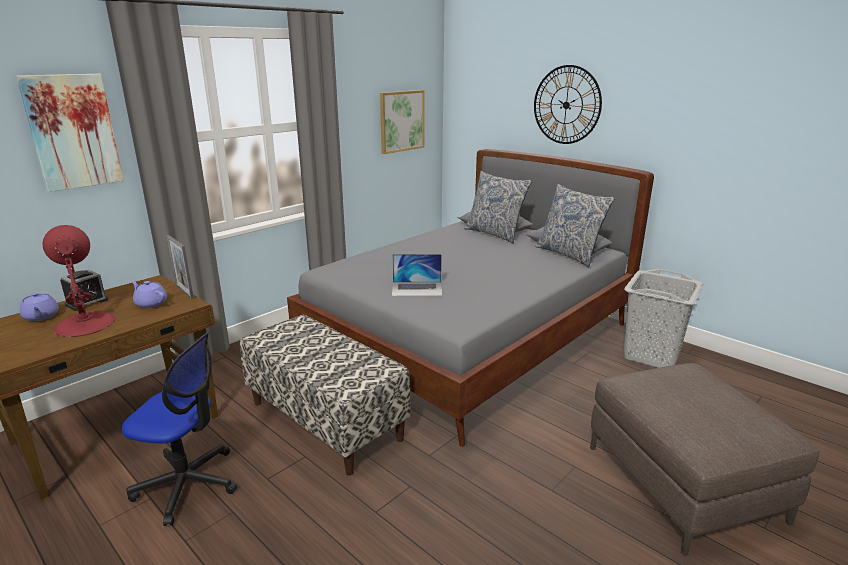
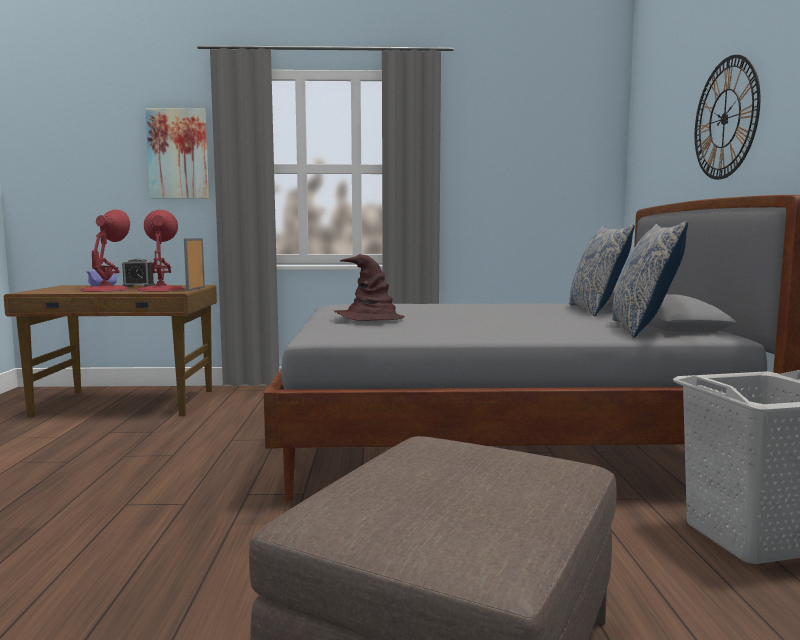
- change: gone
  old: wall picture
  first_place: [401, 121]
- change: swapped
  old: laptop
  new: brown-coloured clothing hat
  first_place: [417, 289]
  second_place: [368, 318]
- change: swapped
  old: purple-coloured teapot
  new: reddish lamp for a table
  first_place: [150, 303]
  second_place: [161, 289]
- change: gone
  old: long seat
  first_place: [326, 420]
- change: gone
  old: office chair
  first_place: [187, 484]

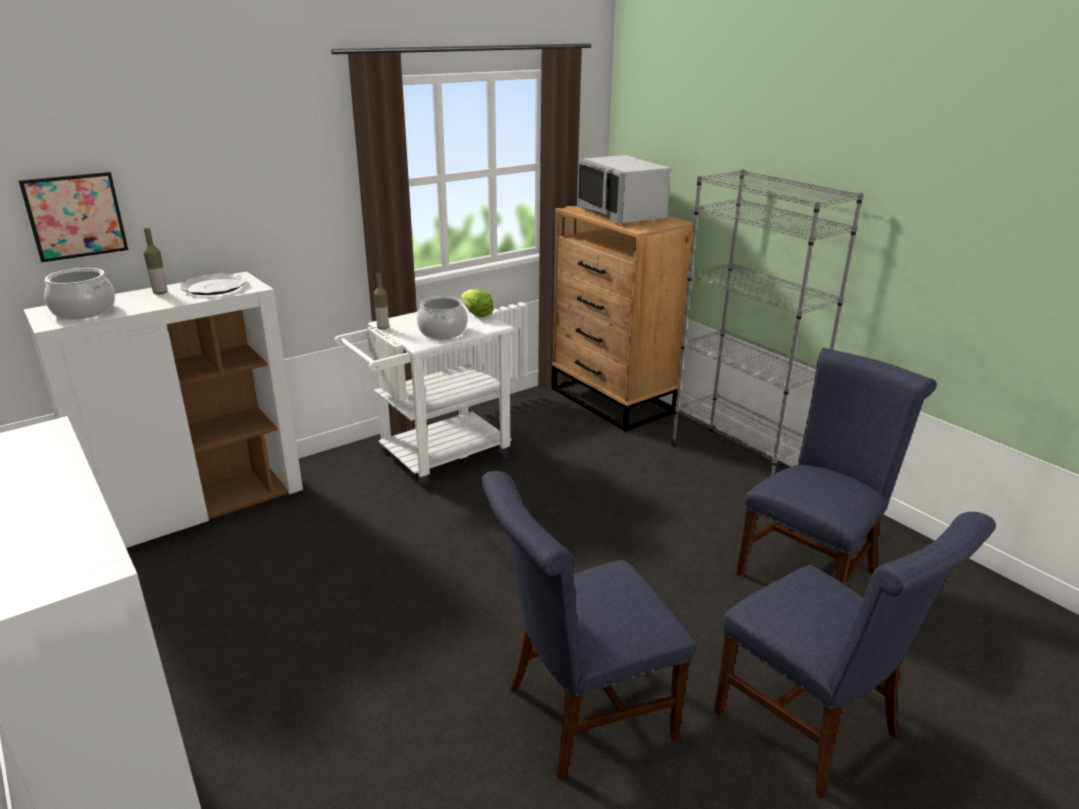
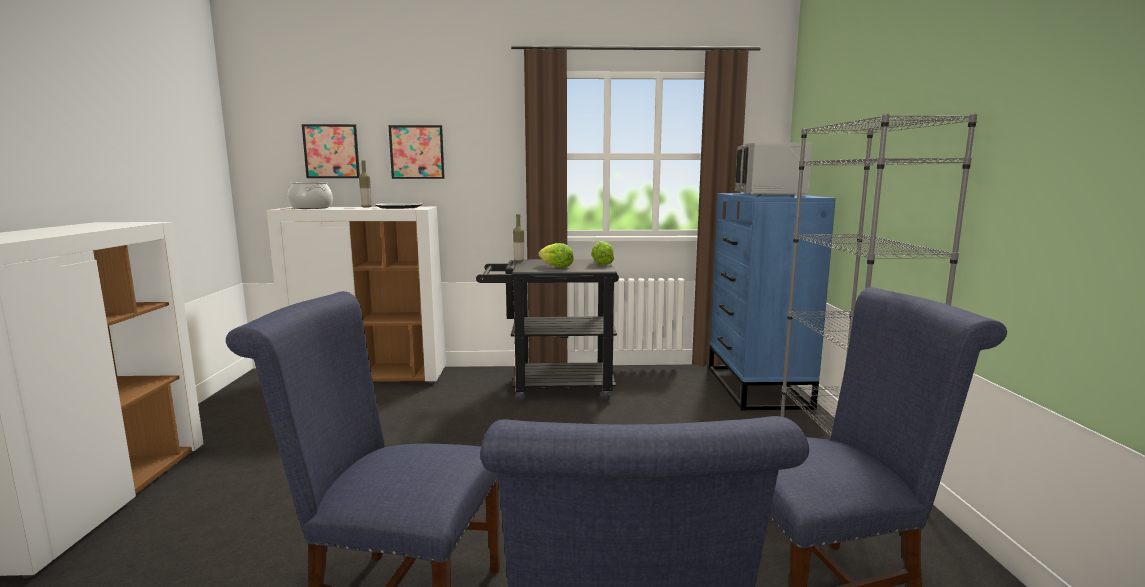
- change: repainted
  old: brown-coloured dresser
  new: blue-coloured dresser
  first_place: [612, 401]
  second_place: [757, 387]
- change: swapped
  old: saucepot
  new: head of lettuce
  first_place: [443, 332]
  second_place: [556, 267]
- change: repainted
  old: white-coloured cart
  new: black-coloured cart
  first_place: [434, 458]
  second_place: [551, 388]
- change: new
  new: wall picture
  second_place: [417, 152]

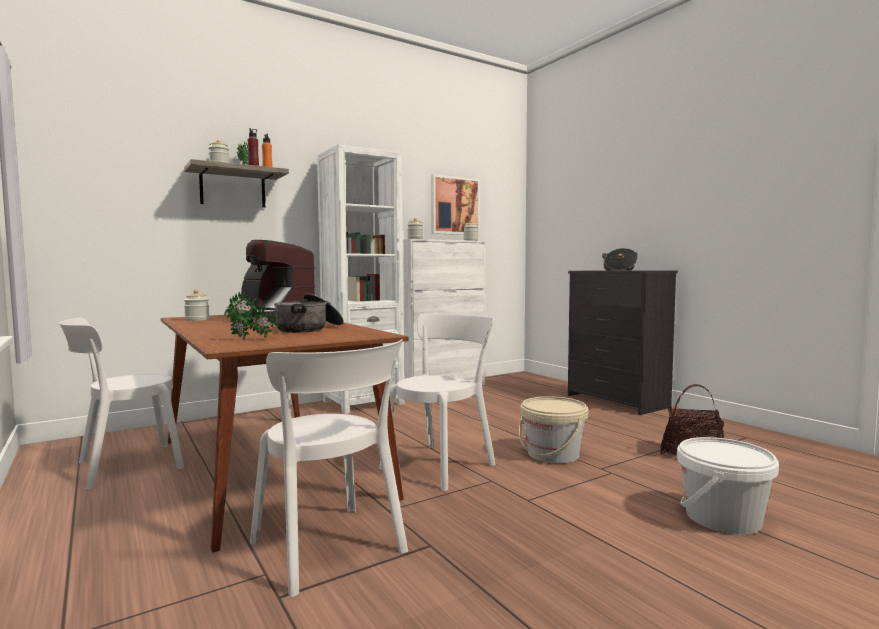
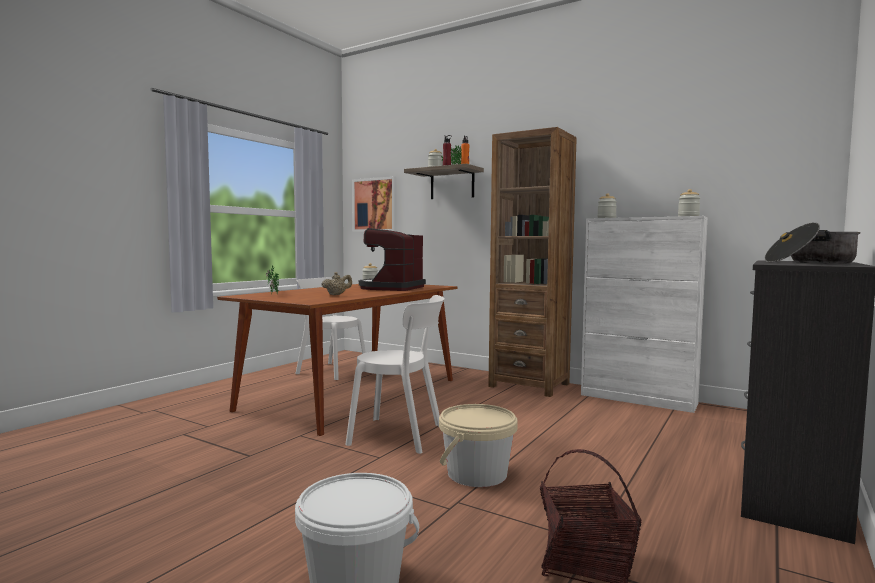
- change: repainted
  old: white-coloured shelving unit
  new: brown-coloured shelving unit
  first_place: [363, 402]
  second_place: [529, 385]
- change: shifted
  old: wall picture
  first_place: [455, 206]
  second_place: [375, 205]
- change: swapped
  old: saucepot
  new: beige-coloured teapot
  first_place: [309, 329]
  second_place: [337, 295]
- change: gone
  old: white-coloured upright chair
  first_place: [330, 550]

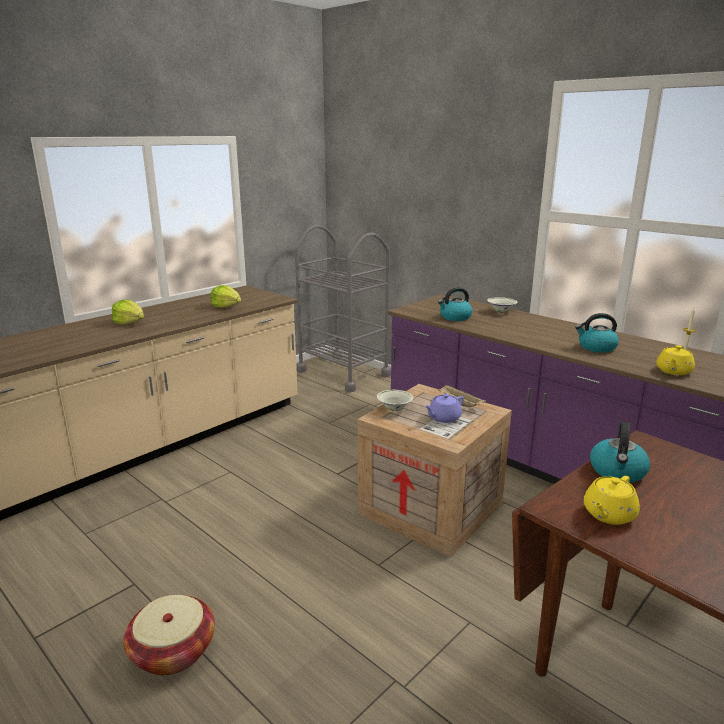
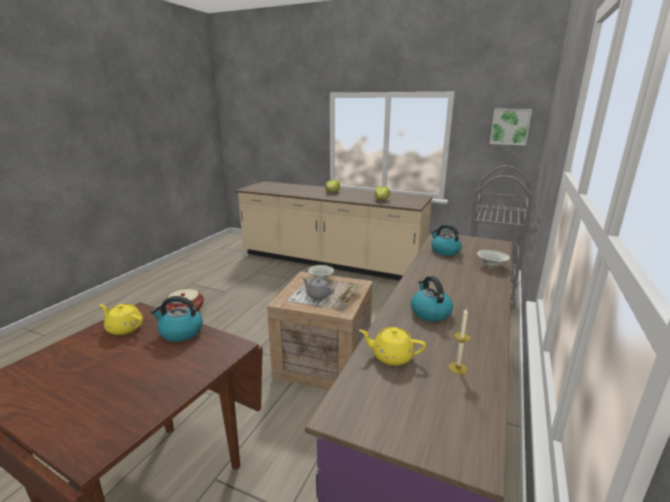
- change: repainted
  old: purple-coloured teapot
  new: greyish teapot
  first_place: [443, 418]
  second_place: [318, 295]
- change: new
  new: wall picture
  second_place: [510, 126]

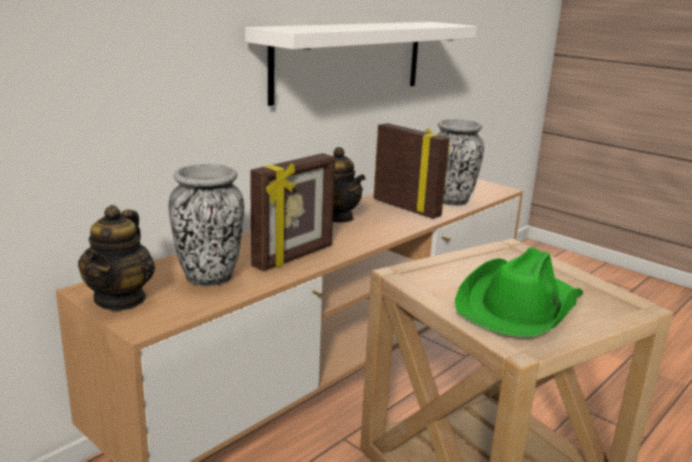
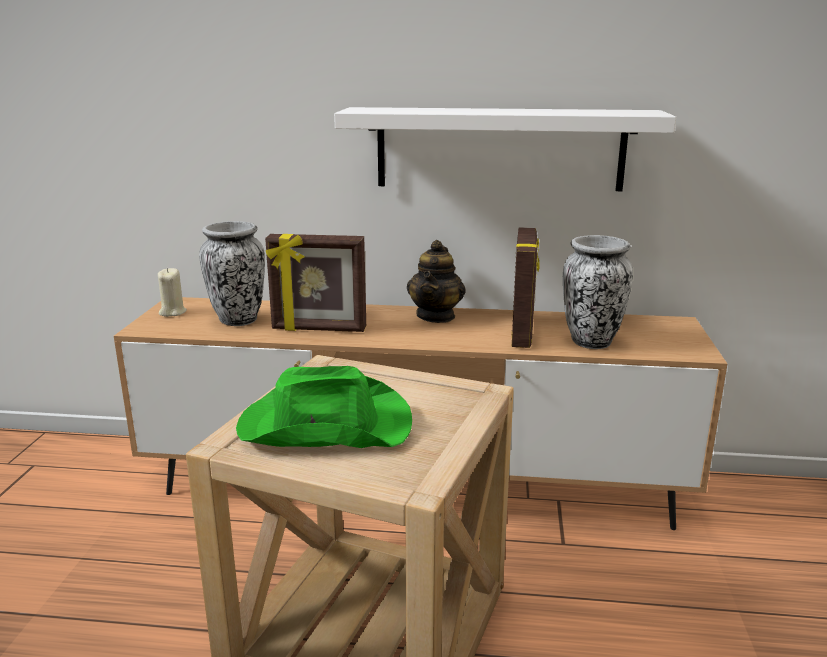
- change: swapped
  old: teapot
  new: beige-coloured candle
  first_place: [121, 299]
  second_place: [172, 312]

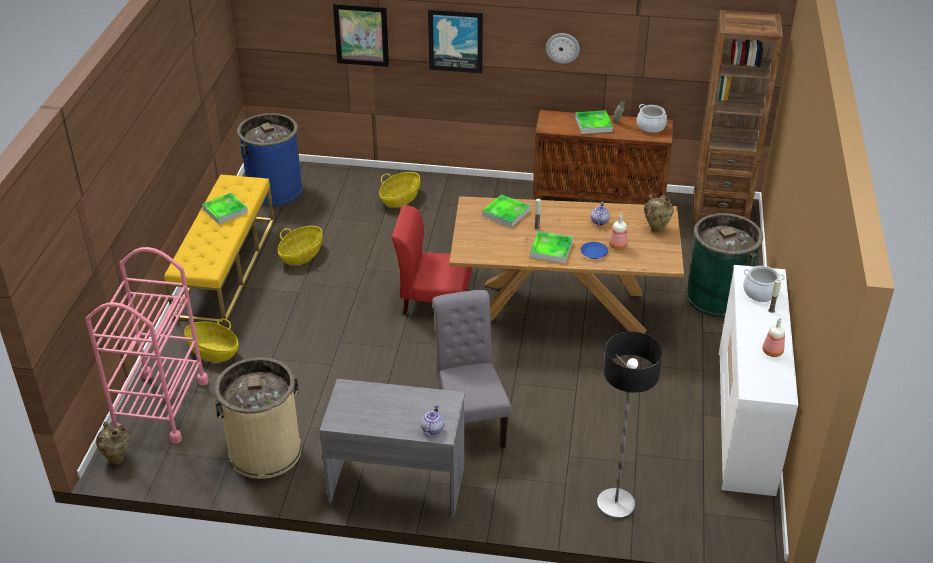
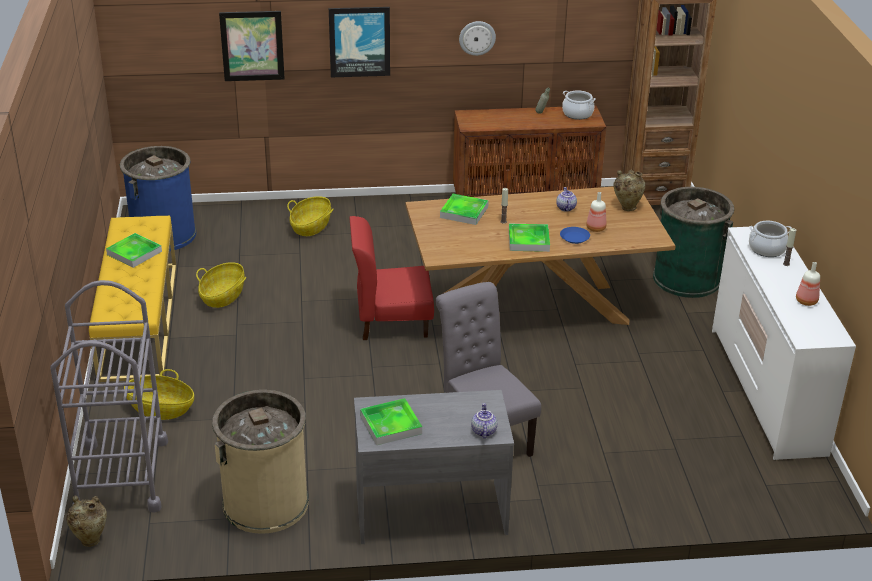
- change: shifted
  old: serving tray
  first_place: [593, 124]
  second_place: [391, 425]
- change: repainted
  old: pinkish cart
  new: greyish cart
  first_place: [161, 407]
  second_place: [121, 476]
- change: gone
  old: floor lamp
  first_place: [615, 504]

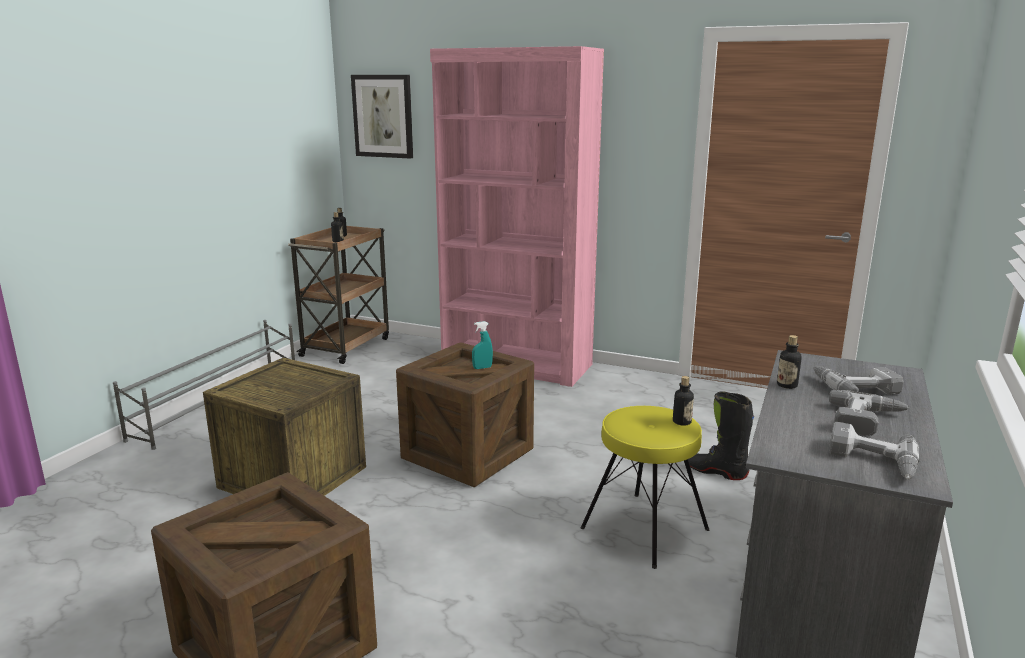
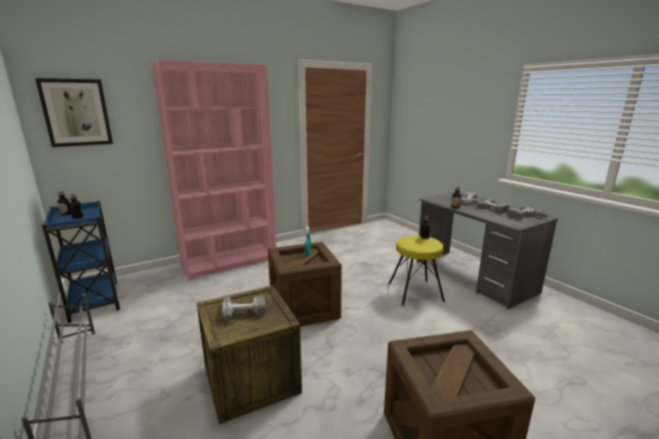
- change: repainted
  old: brown-coloured cart
  new: blue-coloured cart
  first_place: [346, 346]
  second_place: [94, 300]
- change: gone
  old: black-coloured high-top boot
  first_place: [716, 471]
- change: new
  new: drill
  second_place: [243, 308]

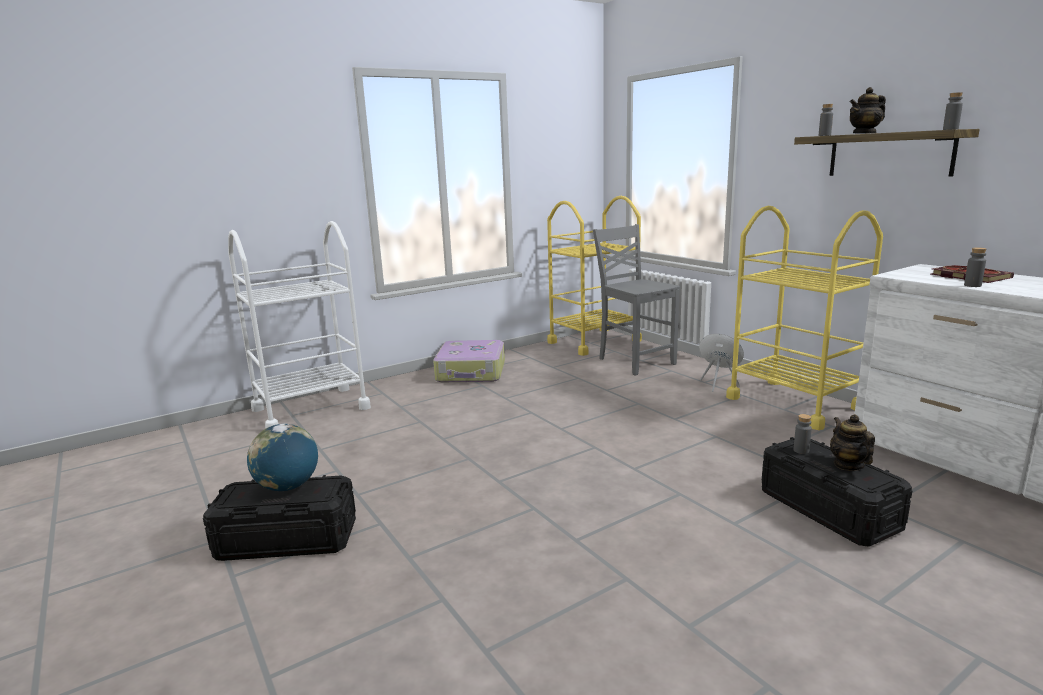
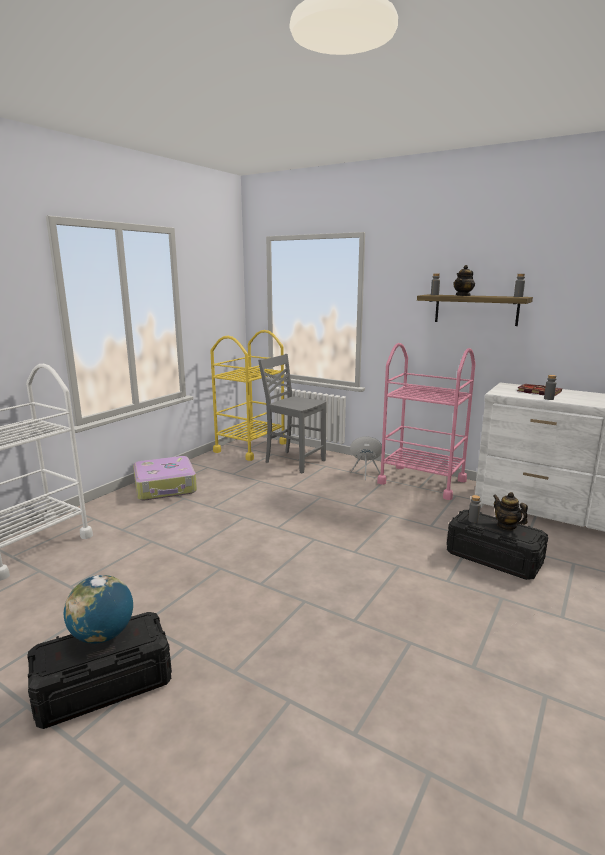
- change: repainted
  old: yellow cart
  new: pinkish cart
  first_place: [793, 403]
  second_place: [422, 482]

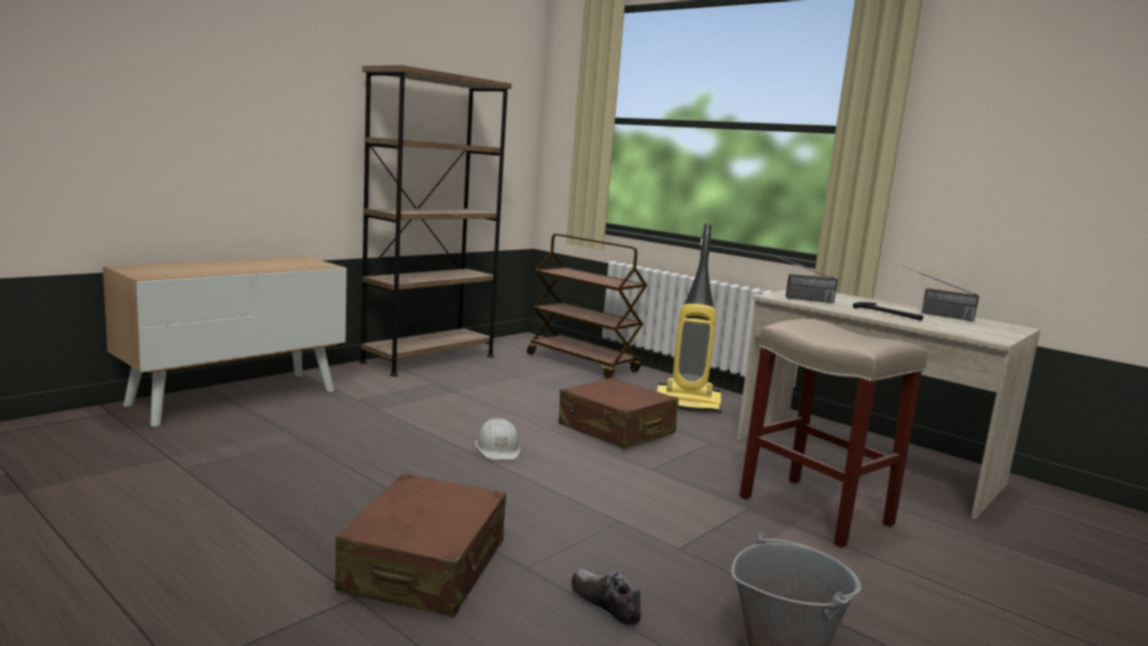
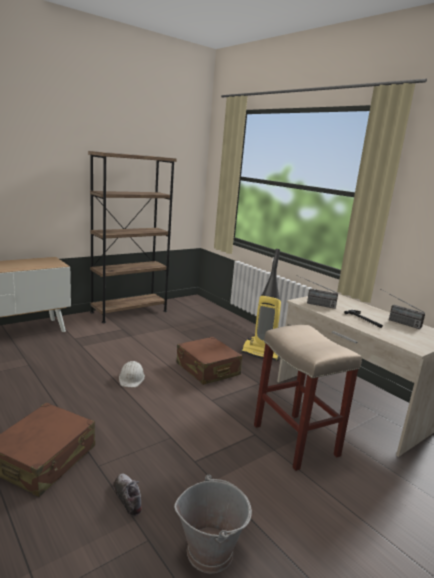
- change: gone
  old: brown-coloured cart
  first_place: [583, 363]

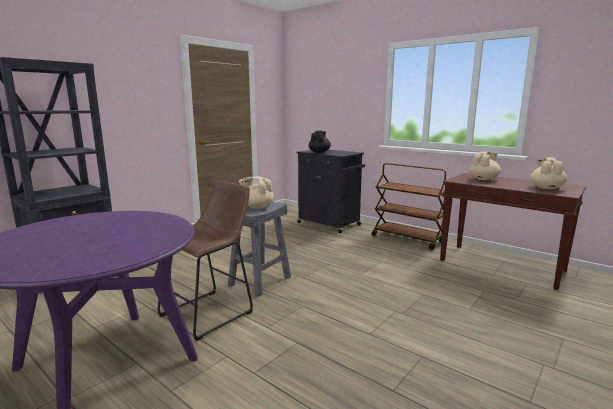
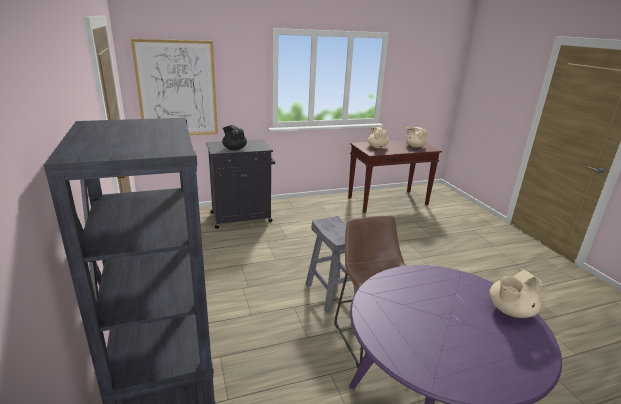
- change: gone
  old: brown-coloured cart
  first_place: [408, 239]
- change: shifted
  old: beige-coloured teapot
  first_place: [257, 207]
  second_place: [510, 311]
- change: new
  new: wall picture
  second_place: [177, 89]

